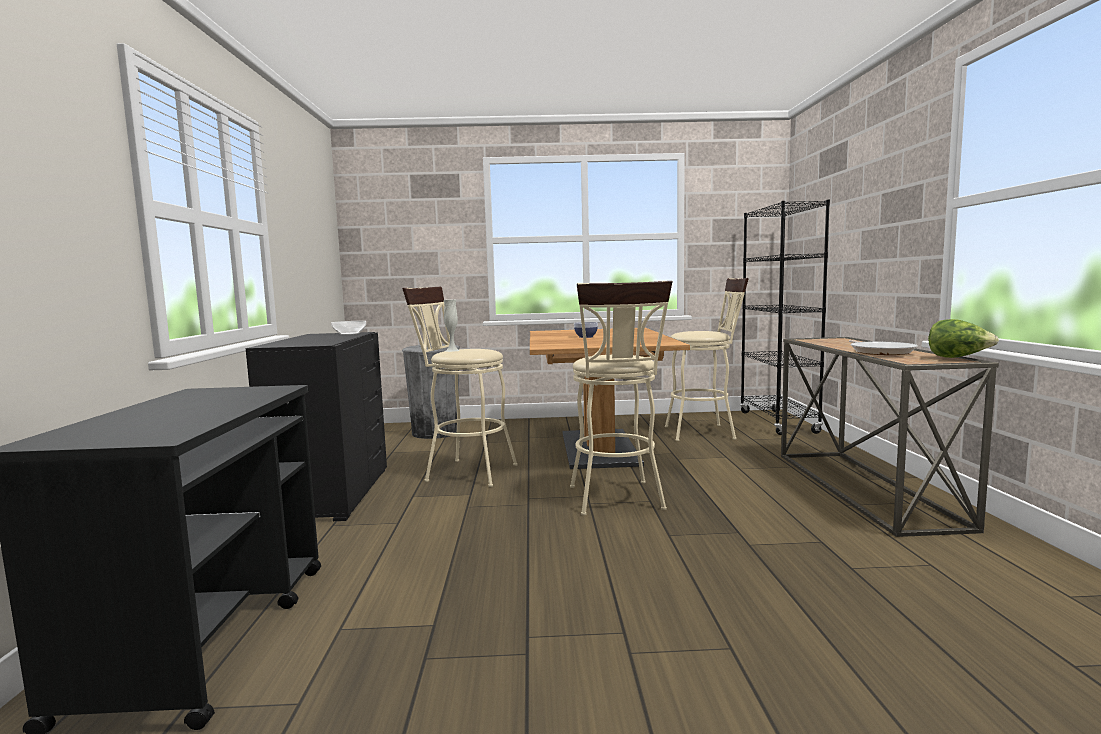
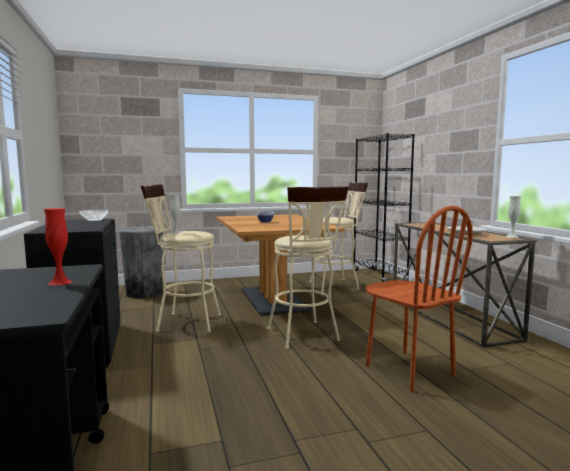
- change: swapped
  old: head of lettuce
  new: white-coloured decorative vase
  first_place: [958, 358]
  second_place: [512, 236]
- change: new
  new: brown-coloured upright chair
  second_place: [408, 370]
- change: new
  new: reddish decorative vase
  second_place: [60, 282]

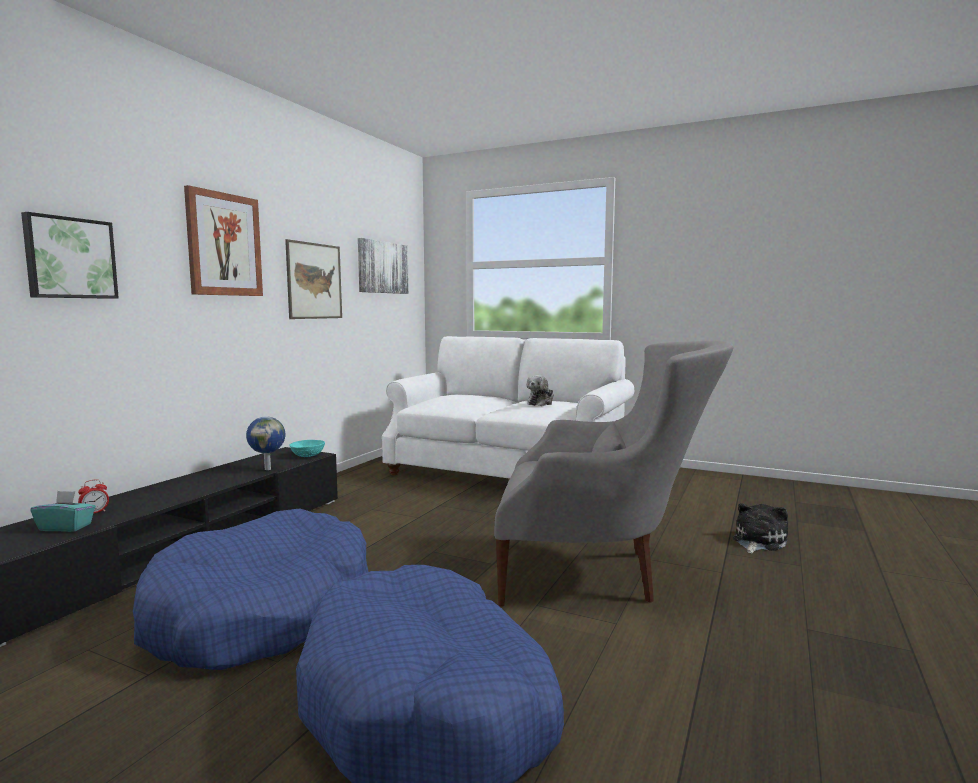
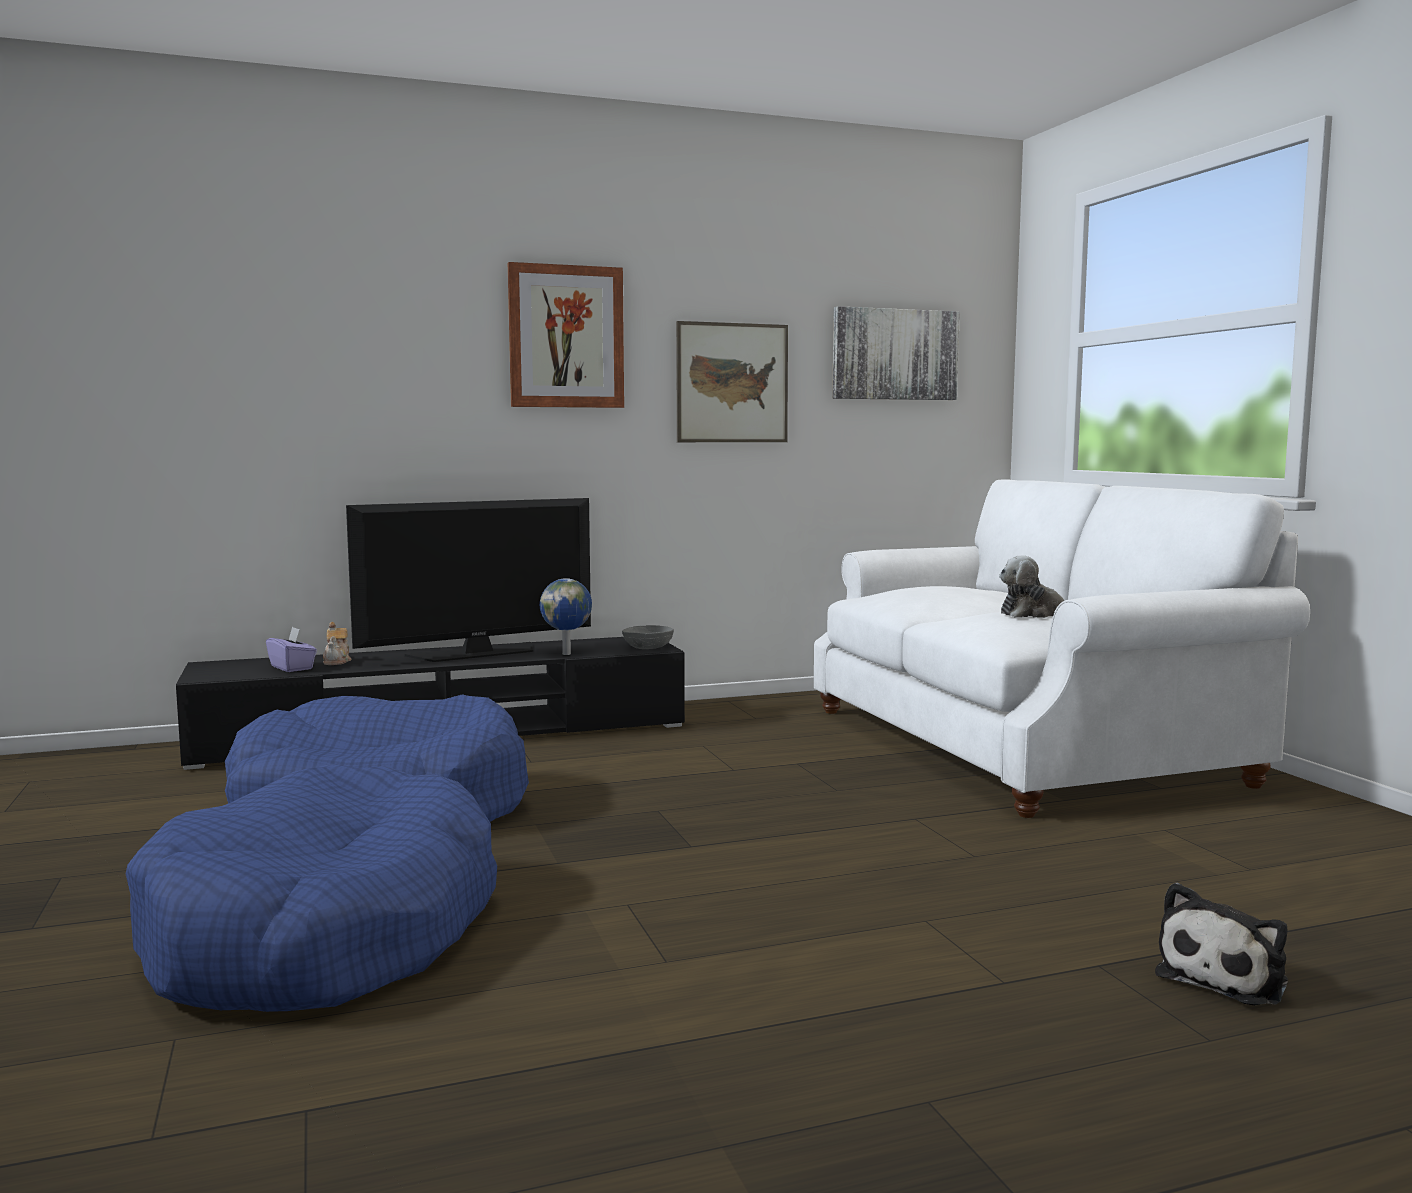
- change: gone
  old: wall picture
  first_place: [70, 258]
- change: gone
  old: greyish easy chair
  first_place: [601, 572]
- change: repainted
  old: turquoise deep dish
  new: greyish deep dish
  first_place: [308, 455]
  second_place: [648, 648]
- change: swapped
  old: alarm clock
  new: teapot
  first_place: [94, 512]
  second_place: [337, 661]
- change: repainted
  old: turquoise box of tissues
  new: purple-coloured box of tissues
  first_place: [66, 527]
  second_place: [292, 668]
- change: rotated
  old: plush toy
  first_place: [757, 541]
  second_place: [1226, 977]
  degrees: 135
- change: new
  new: TV set
  second_place: [477, 653]

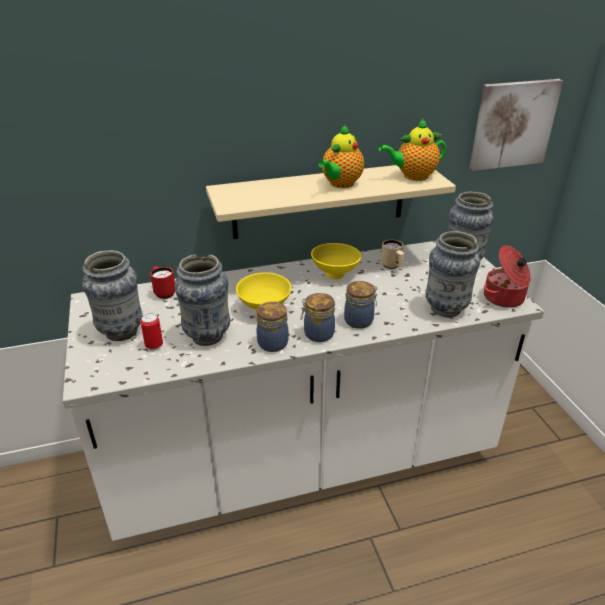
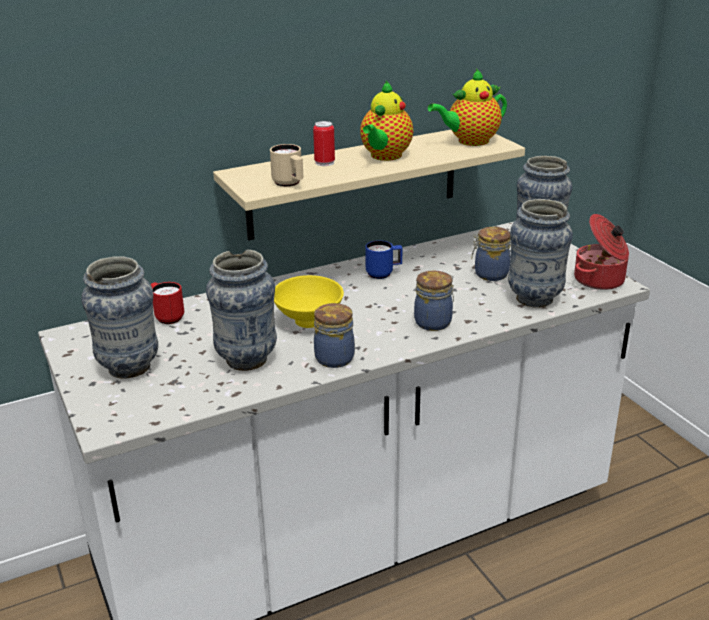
- change: gone
  old: wall picture
  first_place: [512, 124]
- change: shifted
  old: beige-coloured mug
  first_place: [392, 266]
  second_place: [290, 184]
- change: swapped
  old: yellow deep dish
  new: blue-coloured mug
  first_place: [334, 273]
  second_place: [383, 274]
- change: shifted
  old: preserve jar
  first_place: [317, 334]
  second_place: [489, 274]
- change: shifted
  old: metal can
  first_place: [154, 345]
  second_place: [324, 162]

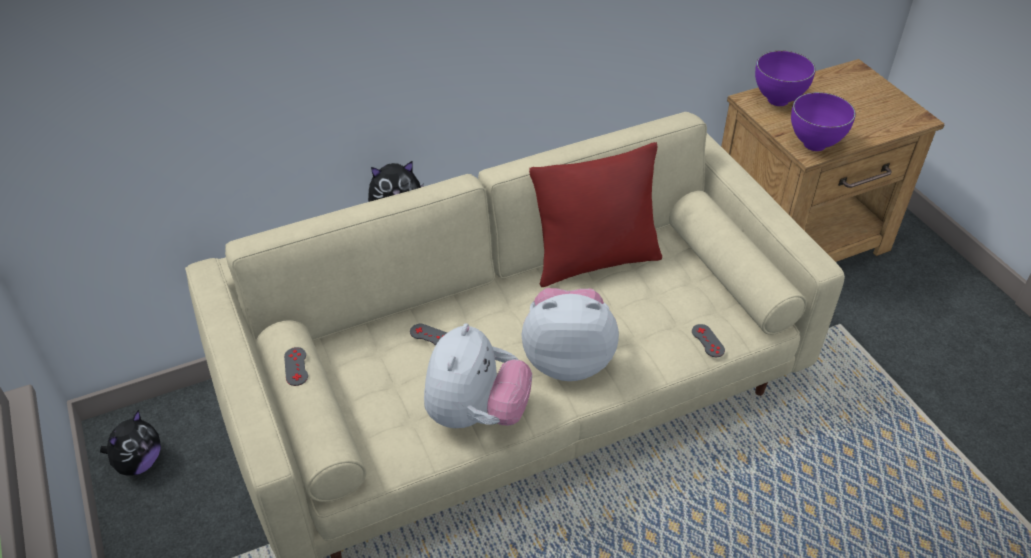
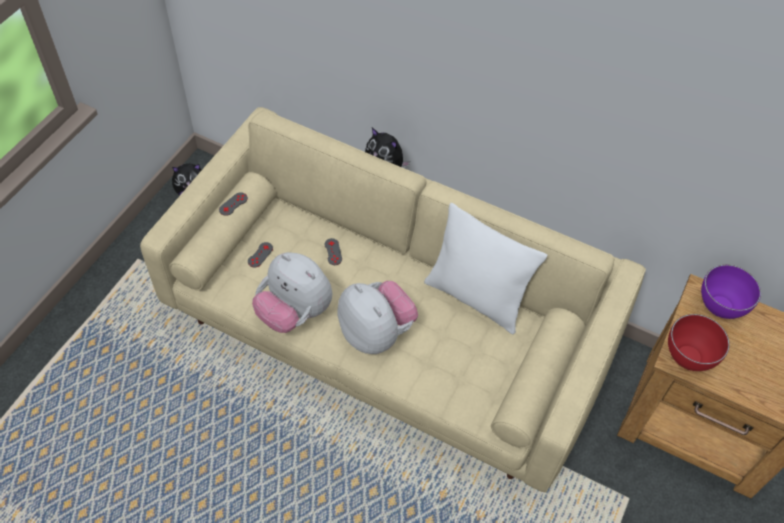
- change: repainted
  old: purple-coloured deep dish
  new: reddish deep dish
  first_place: [814, 146]
  second_place: [686, 360]
- change: repainted
  old: reddish cushion
  new: white-coloured cushion
  first_place: [595, 261]
  second_place: [475, 298]
- change: rotated
  old: plush toy
  first_place: [476, 413]
  second_place: [294, 312]
  degrees: 60
- change: shifted
  old: greyish joypad
  first_place: [708, 341]
  second_place: [260, 255]

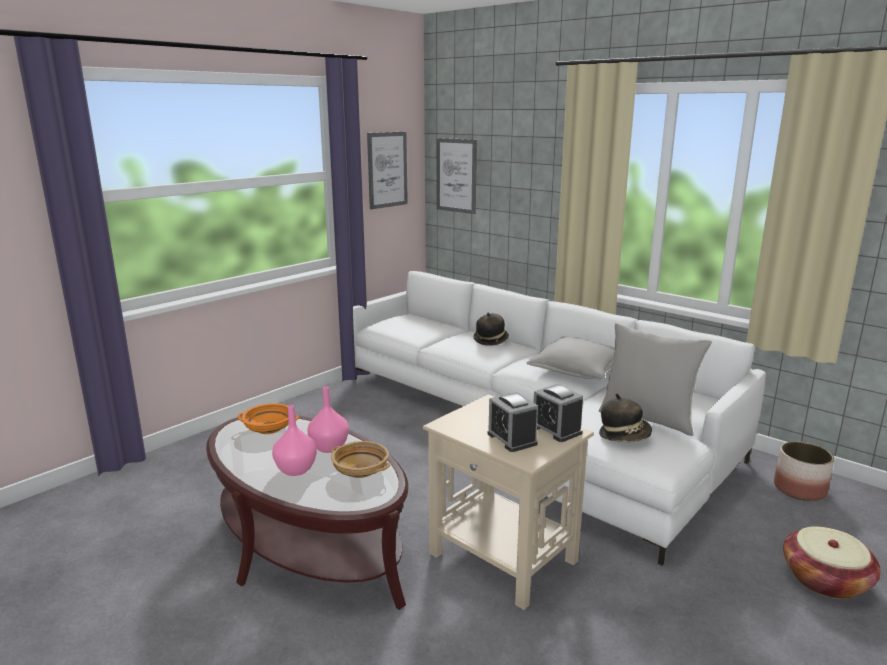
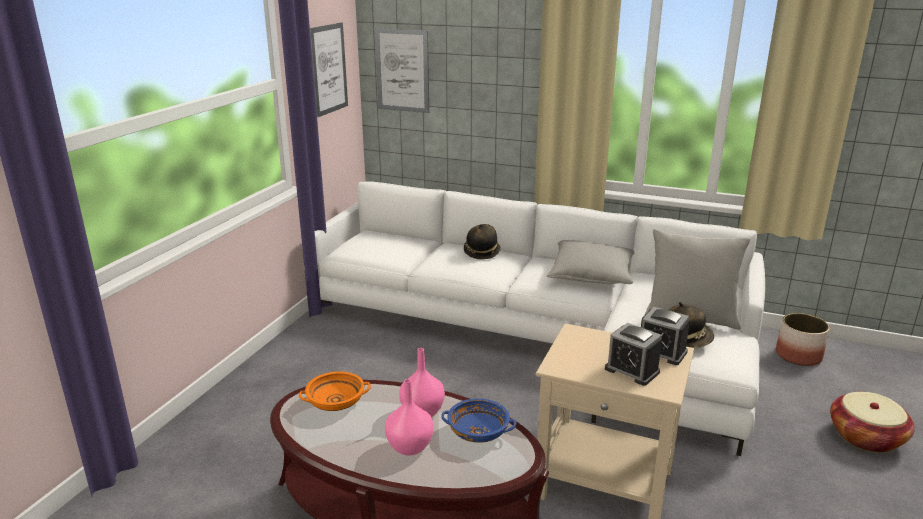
- change: repainted
  old: beige-coloured deep dish
  new: blue-coloured deep dish
  first_place: [361, 471]
  second_place: [479, 432]

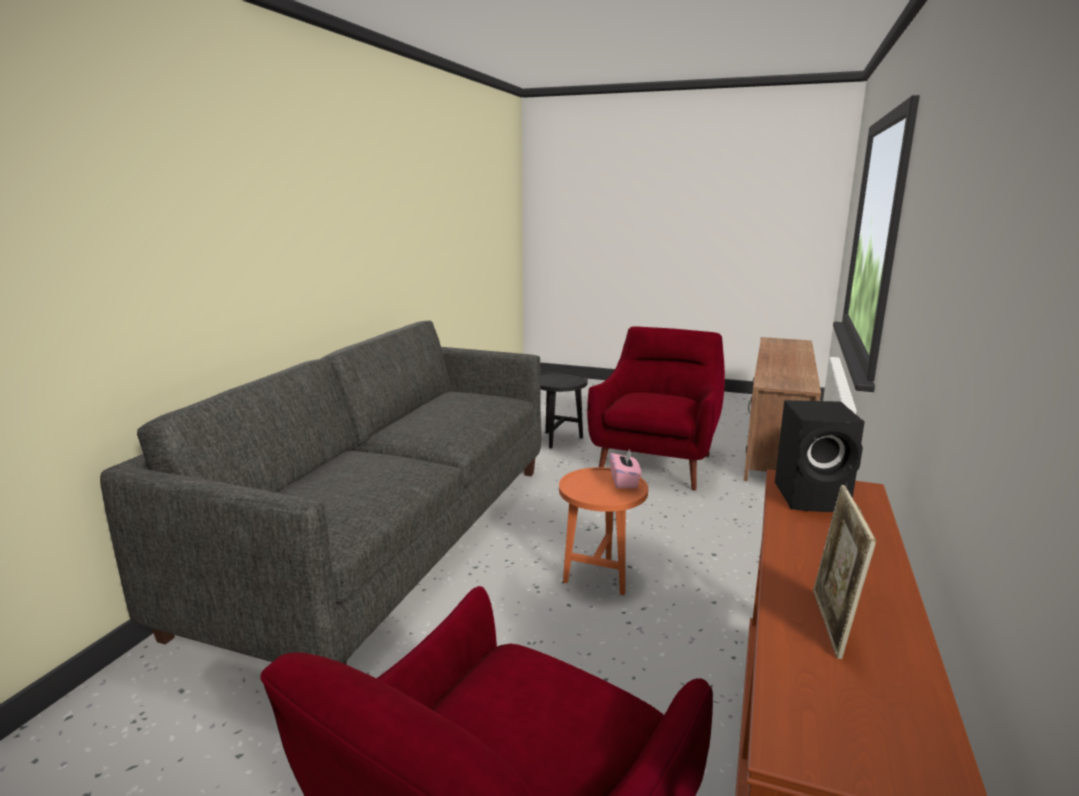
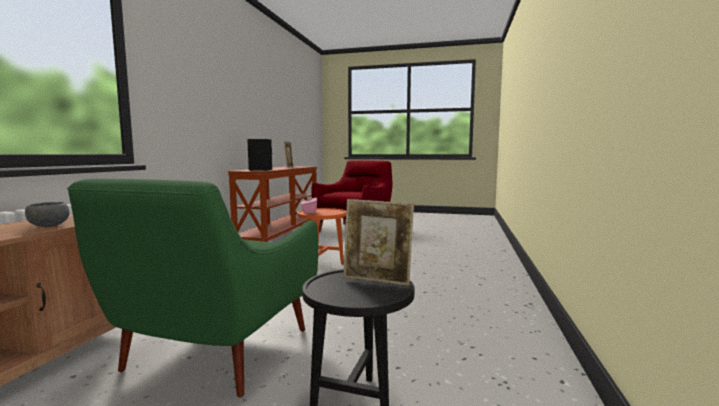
- change: gone
  old: greyish settee
  first_place: [387, 538]
- change: repainted
  old: reddish easy chair
  new: green-coloured easy chair
  first_place: [657, 463]
  second_place: [214, 353]
- change: new
  new: photo frame
  second_place: [377, 280]
- change: new
  new: greyish deep dish
  second_place: [48, 226]

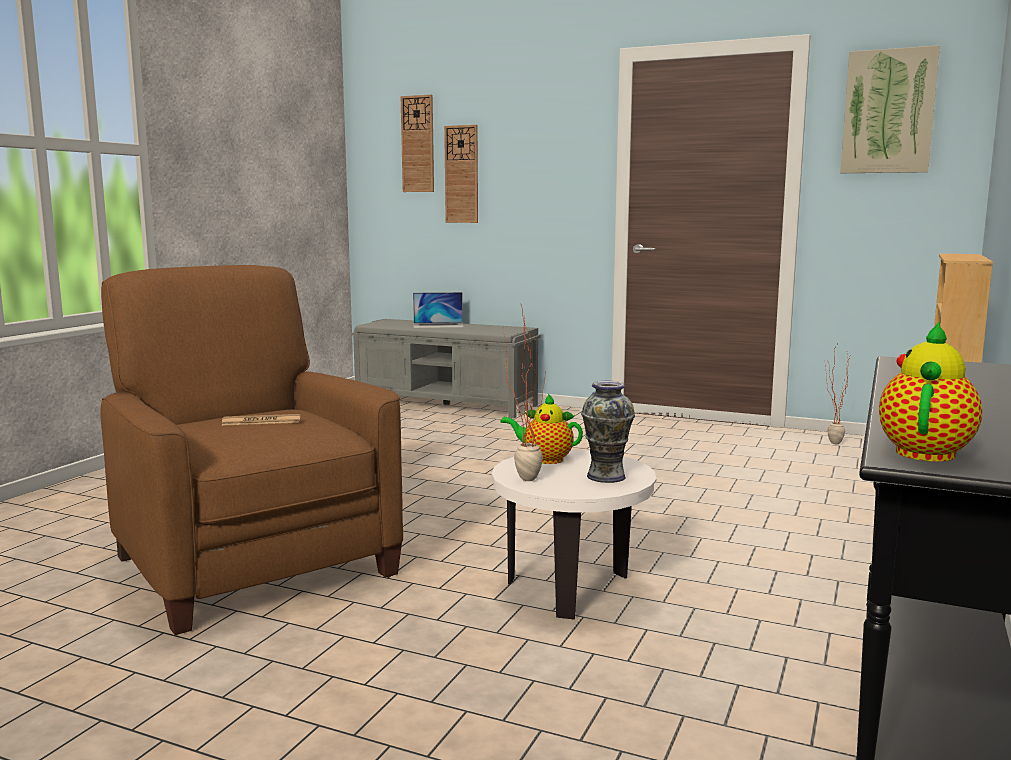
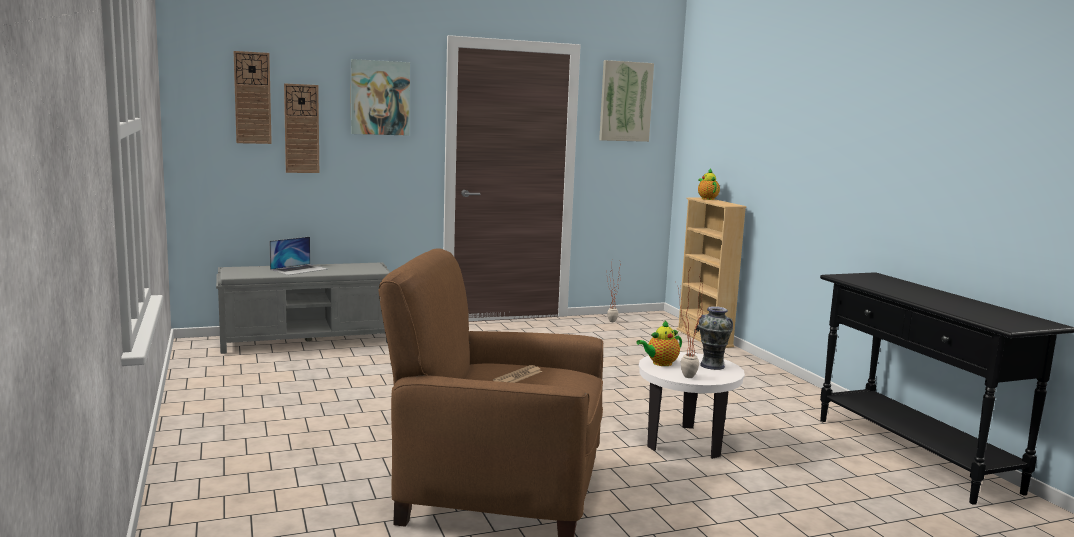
- change: shifted
  old: teapot
  first_place: [926, 451]
  second_place: [707, 198]
- change: new
  new: wall picture
  second_place: [380, 98]

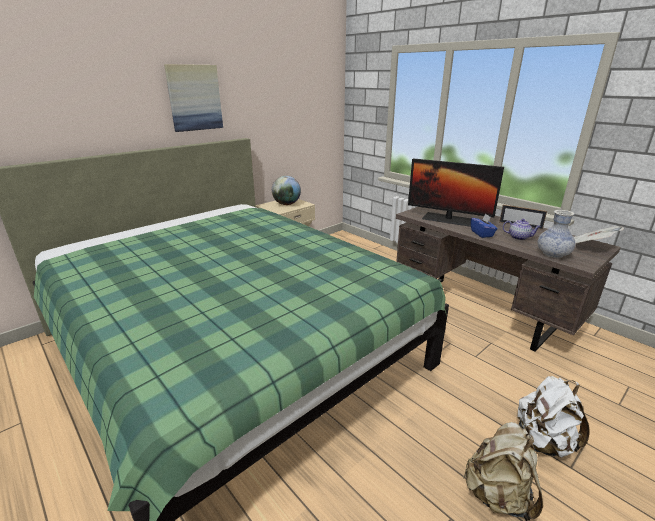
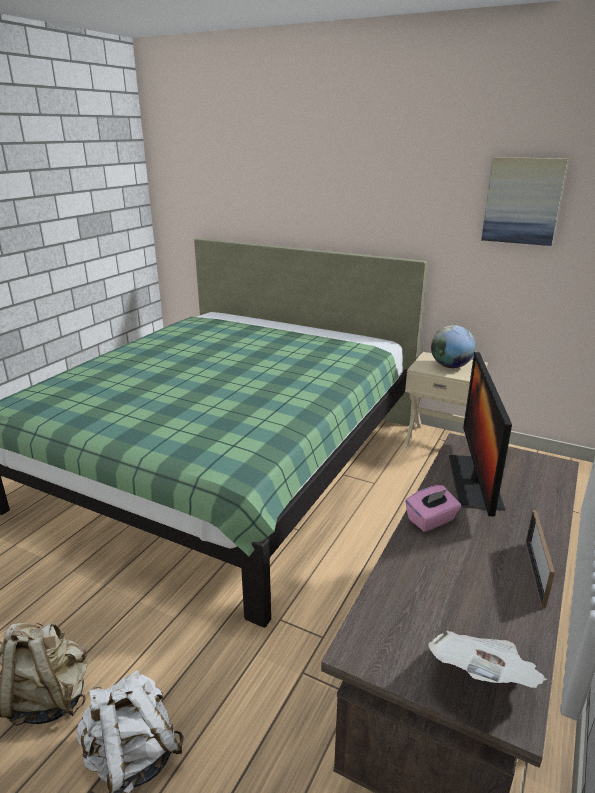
- change: shifted
  old: wall picture
  first_place: [194, 98]
  second_place: [522, 201]
- change: gone
  old: decorative vase
  first_place: [552, 254]
- change: repainted
  old: blue-coloured box of tissues
  new: pinkish box of tissues
  first_place: [482, 233]
  second_place: [431, 520]
- change: gone
  old: teapot
  first_place: [519, 237]

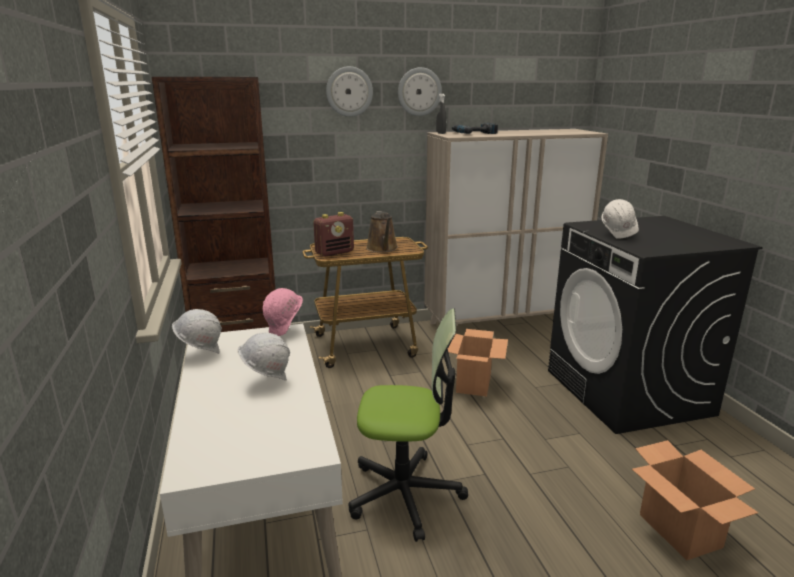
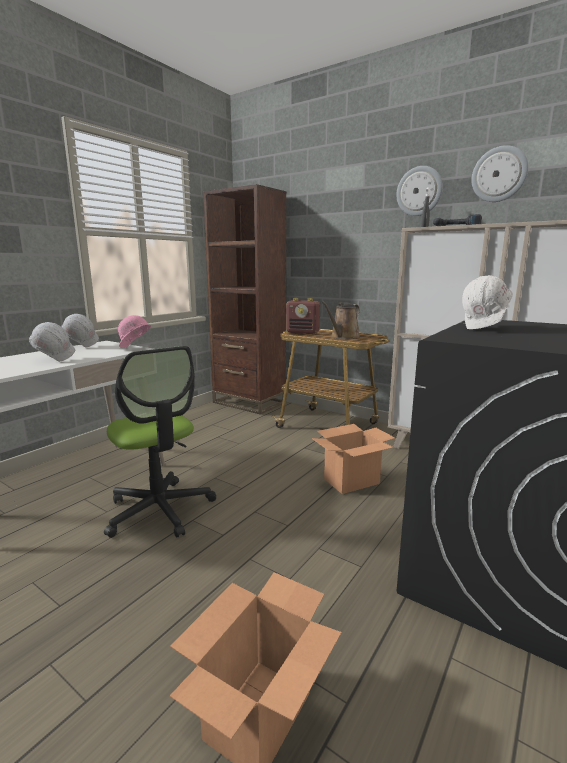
- change: shifted
  old: clock on the wall
  first_place: [349, 91]
  second_place: [499, 174]

